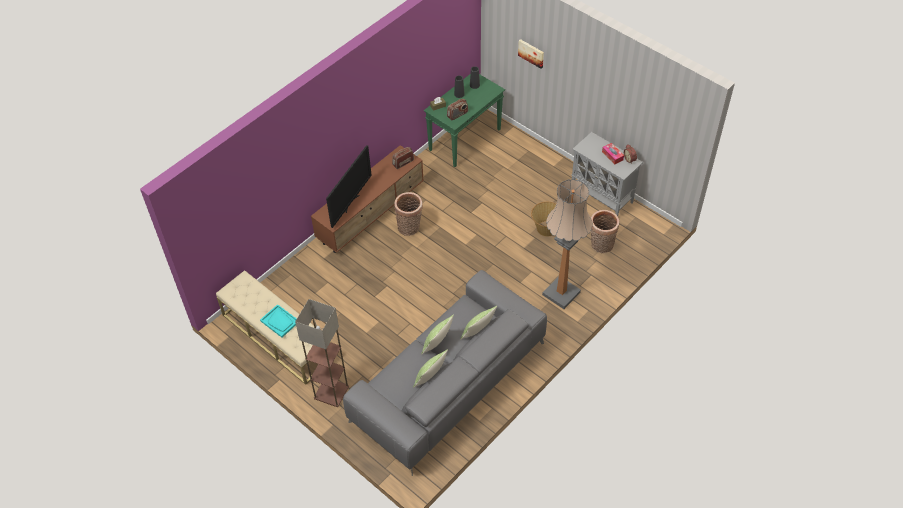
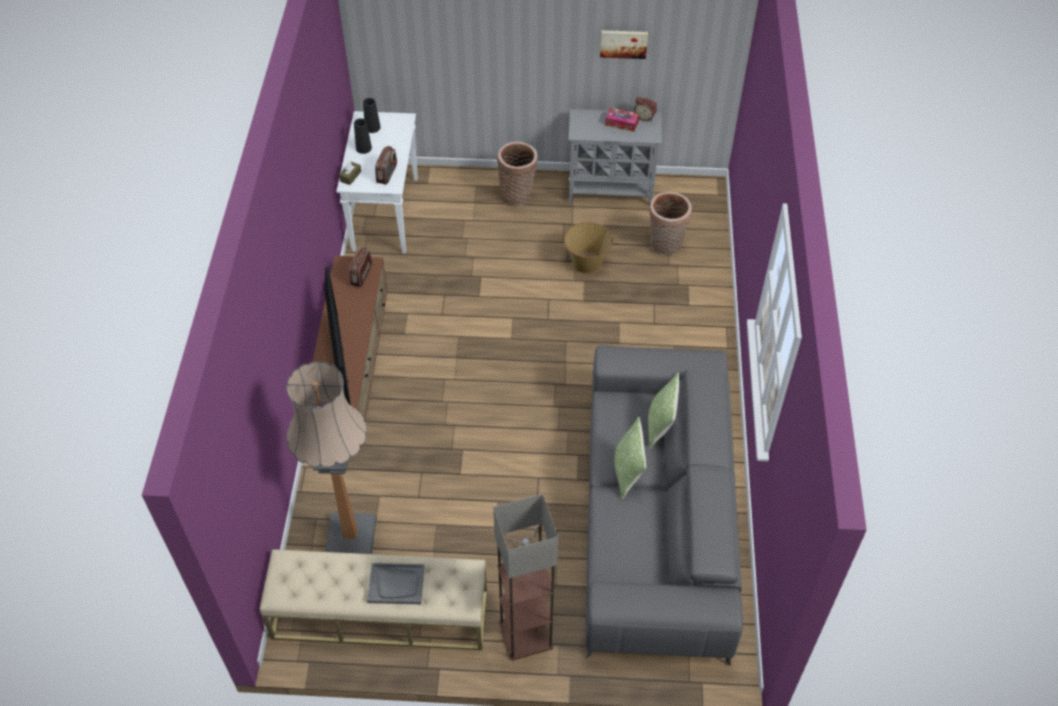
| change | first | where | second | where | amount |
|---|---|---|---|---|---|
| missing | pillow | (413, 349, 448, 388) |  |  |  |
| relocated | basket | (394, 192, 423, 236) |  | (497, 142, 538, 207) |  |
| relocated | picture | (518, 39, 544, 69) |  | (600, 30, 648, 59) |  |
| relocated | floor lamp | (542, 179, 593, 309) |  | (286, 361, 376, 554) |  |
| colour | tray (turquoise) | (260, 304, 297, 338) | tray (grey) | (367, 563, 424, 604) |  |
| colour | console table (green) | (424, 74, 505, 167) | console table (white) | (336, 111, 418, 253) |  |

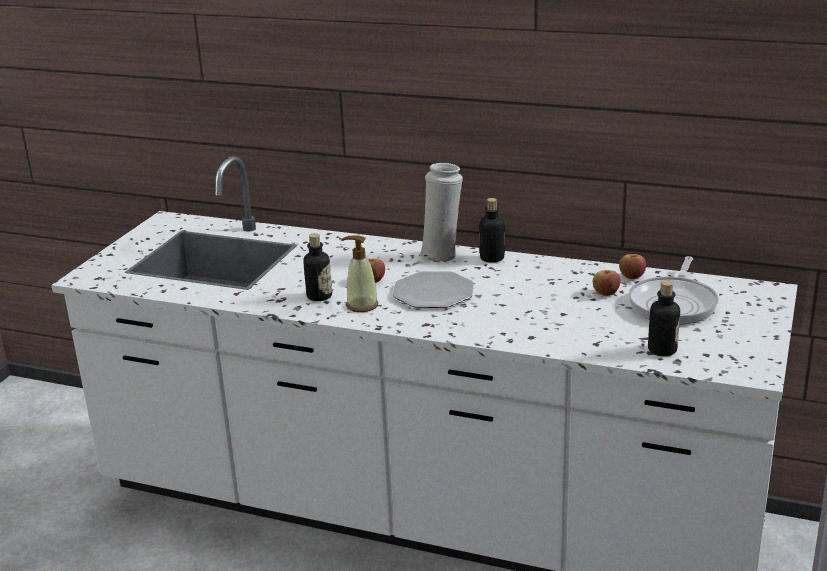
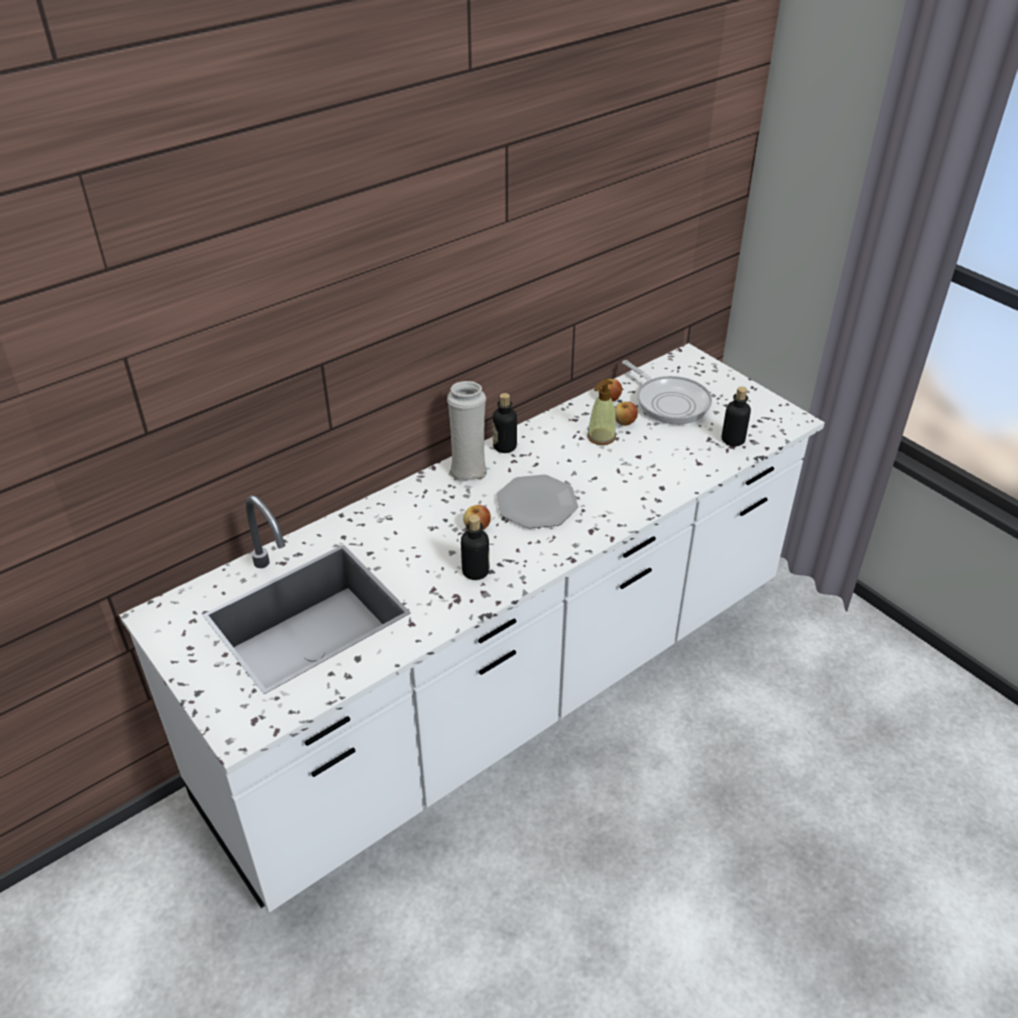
| change | first | where | second | where | amount |
|---|---|---|---|---|---|
| relocated | soap dispenser | (341, 236, 378, 312) |  | (587, 379, 616, 445) |  |

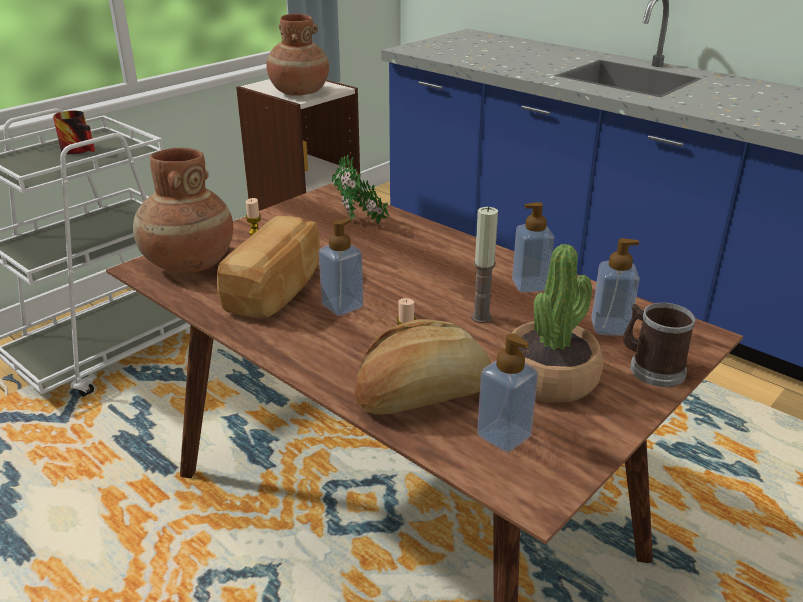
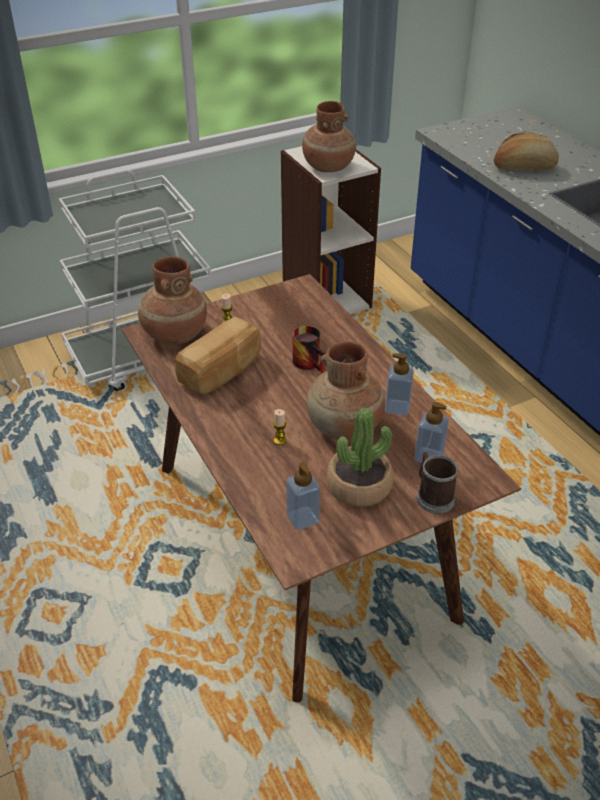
| change | first | where | second | where | amount |
|---|---|---|---|---|---|
| missing | soap dispenser | (319, 218, 364, 316) |  |  |  |
| missing | potted plant | (332, 154, 389, 224) |  |  |  |
| relocated | mug | (53, 111, 95, 154) |  | (293, 326, 324, 373) |  |
| relocated | bread | (354, 319, 491, 415) |  | (494, 132, 559, 170) |  |
| exchanged | candle | (471, 207, 498, 323) | vase (brown) | (307, 341, 385, 440) |  |

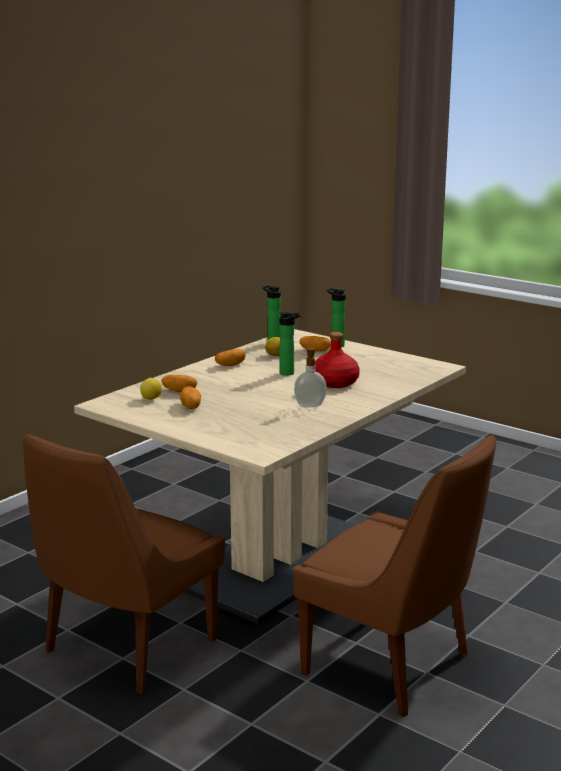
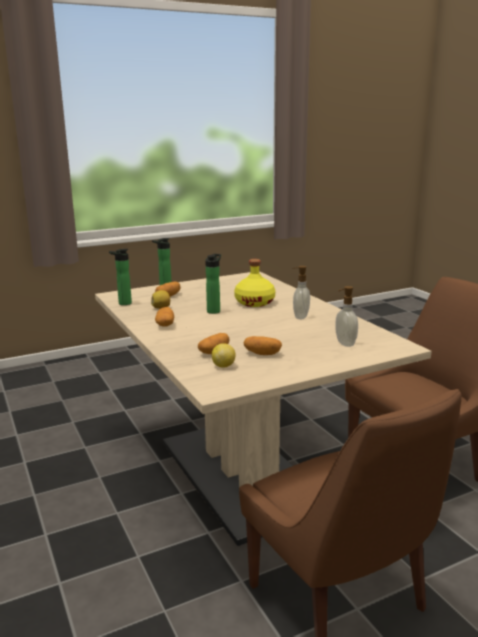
| change | first | where | second | where | amount |
|---|---|---|---|---|---|
| appeared |  |  | soap dispenser | (335, 286, 358, 347) |  |
| colour | bottle (red) | (315, 332, 360, 388) | bottle (yellow) | (234, 259, 275, 307) |  |

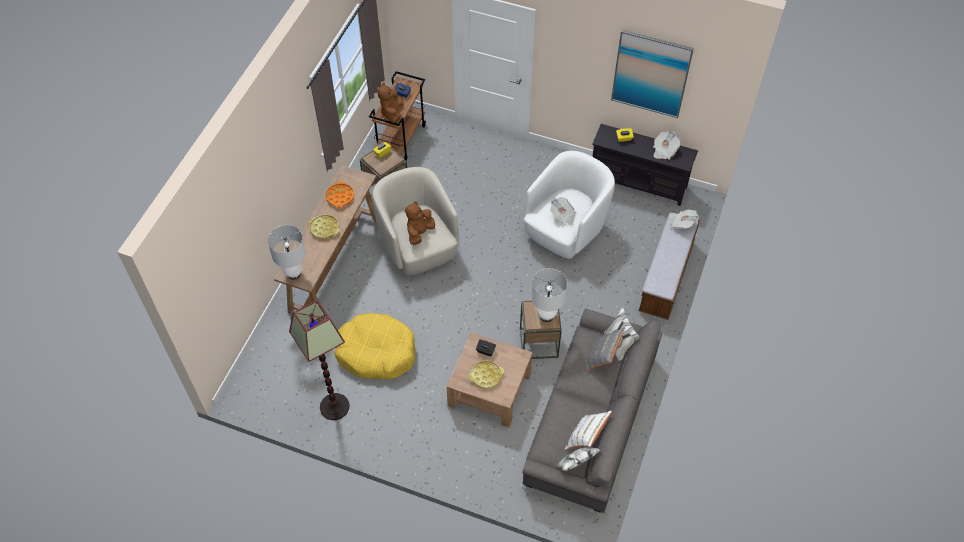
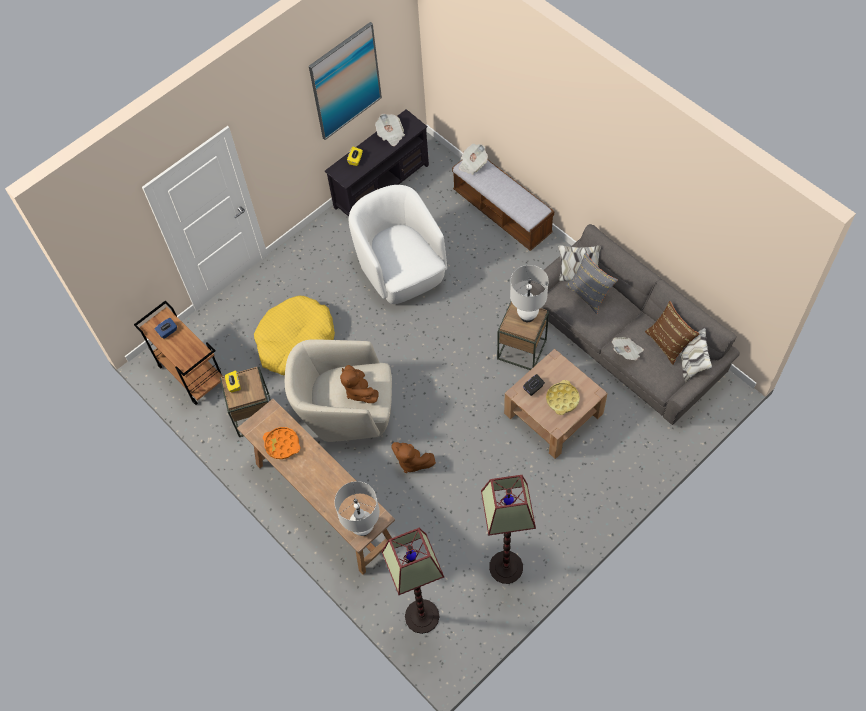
| change | first | where | second | where | amount |
|---|---|---|---|---|---|
| missing | tray (yellow) | (309, 214, 340, 239) |  |  |  |
| appeared |  |  | floor lamp | (381, 528, 444, 634) |  |
| relocated | dog bed (yellow) | (334, 313, 415, 380) |  | (254, 296, 335, 376) |  |
| relocated | plush toy (brown) | (377, 82, 404, 123) |  | (392, 442, 436, 473) |  |
| relocated | newspaper | (550, 197, 576, 225) |  | (612, 337, 644, 360) |  |
| colour | pillow (white) | (565, 411, 612, 450) | pillow (brown) | (645, 301, 699, 365) |  |

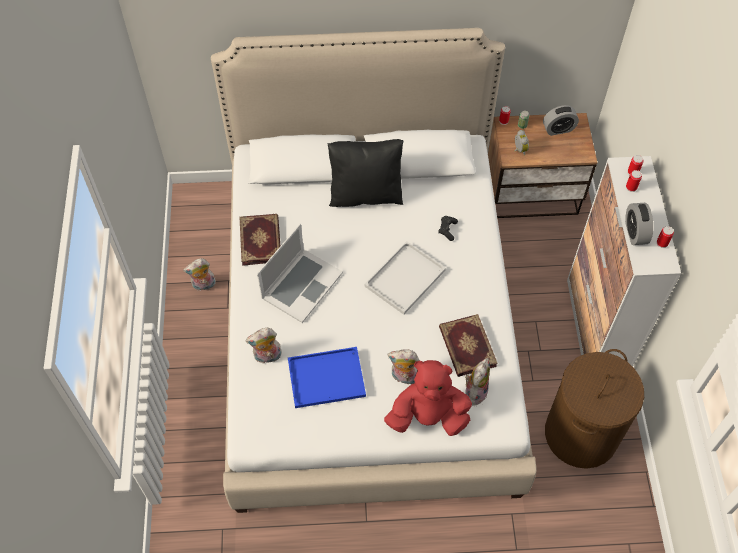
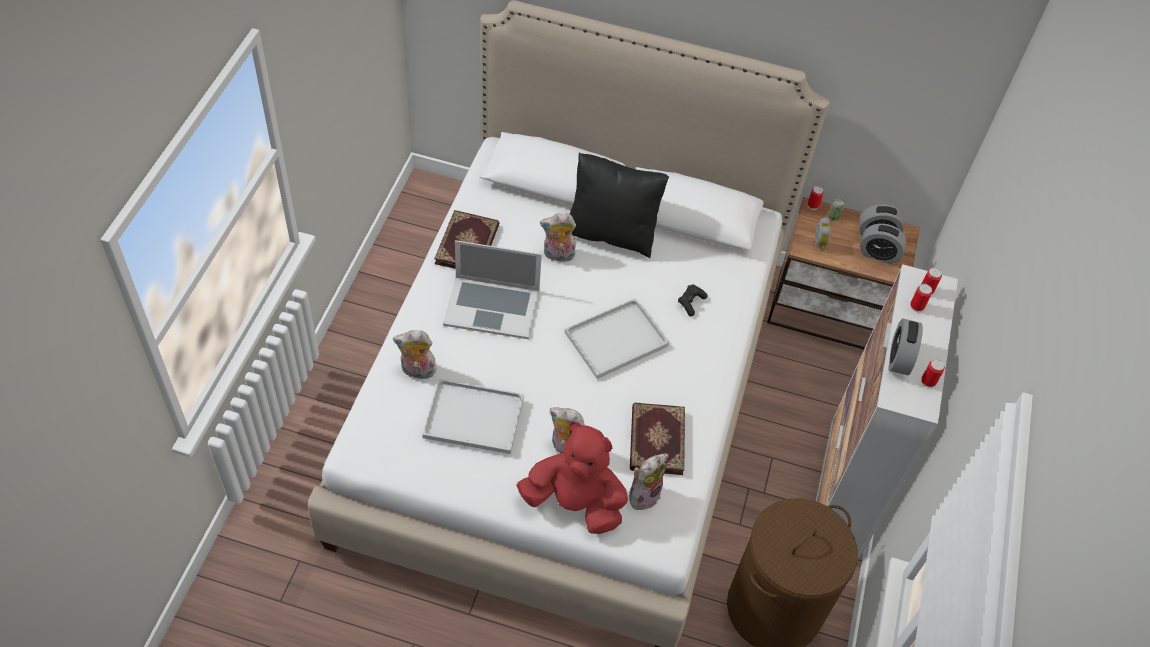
| change | first | where | second | where | amount |
|---|---|---|---|---|---|
| appeared |  |  | alarm clock | (860, 224, 907, 264) |  |
| relocated | plush toy | (183, 258, 216, 291) |  | (540, 213, 576, 262) |  |
| colour | tray (blue) | (288, 347, 366, 408) | tray (white) | (422, 379, 524, 454) |  |
| spun | laptop | (257, 224, 343, 323) |  | (443, 240, 542, 339) | 45 degrees clockwise |

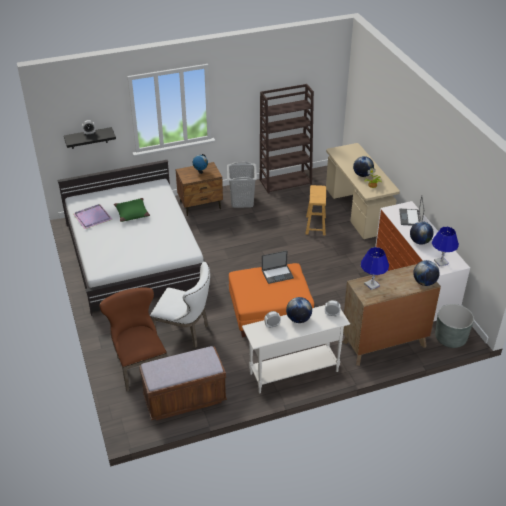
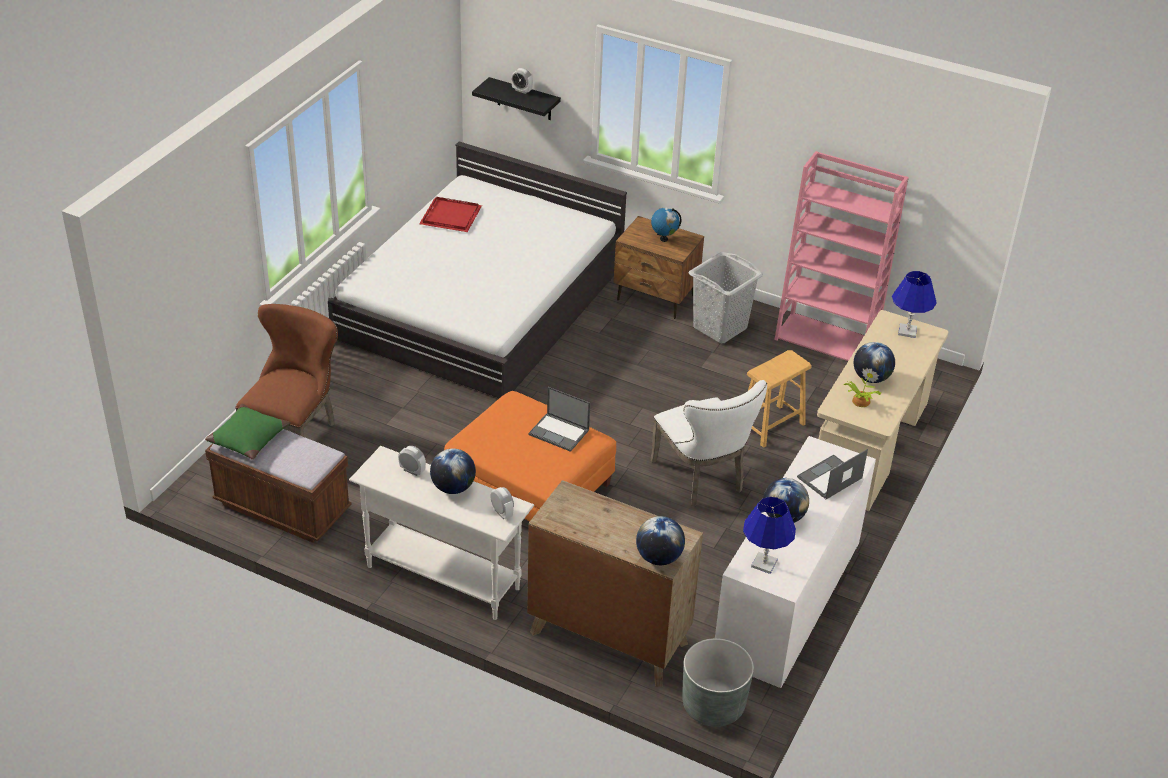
| change | first | where | second | where | amount |
|---|---|---|---|---|---|
| relocated | pillow (green) | (114, 198, 150, 222) |  | (205, 403, 291, 460) |  |
| relocated | chair (white) | (150, 262, 210, 348) |  | (650, 380, 767, 506) |  |
| relocated | table lamp (blue) | (361, 247, 389, 290) |  | (892, 271, 937, 338) |  |
| colour | tray (purple) | (73, 204, 112, 229) | tray (red) | (419, 197, 482, 232) |  |
| colour | bookcase (brown) | (260, 84, 314, 193) | bookcase (pink) | (774, 151, 909, 361) |  |

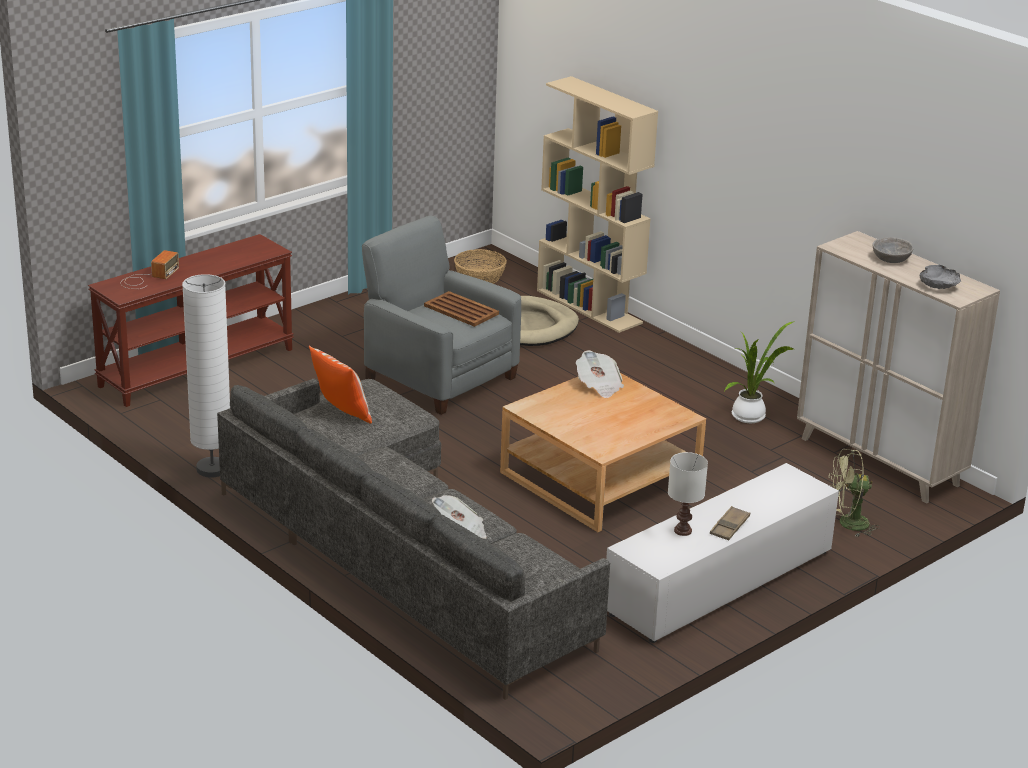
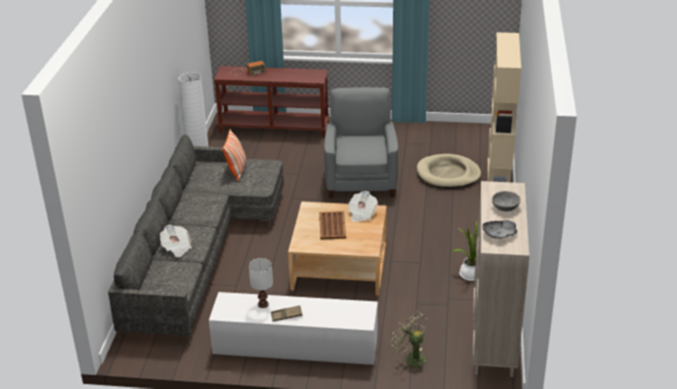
| change | first | where | second | where | amount |
|---|---|---|---|---|---|
| missing | basket | (454, 249, 507, 284) |  |  |  |
| relocated | tray (brown) | (424, 291, 499, 327) |  | (319, 211, 346, 240) |  |

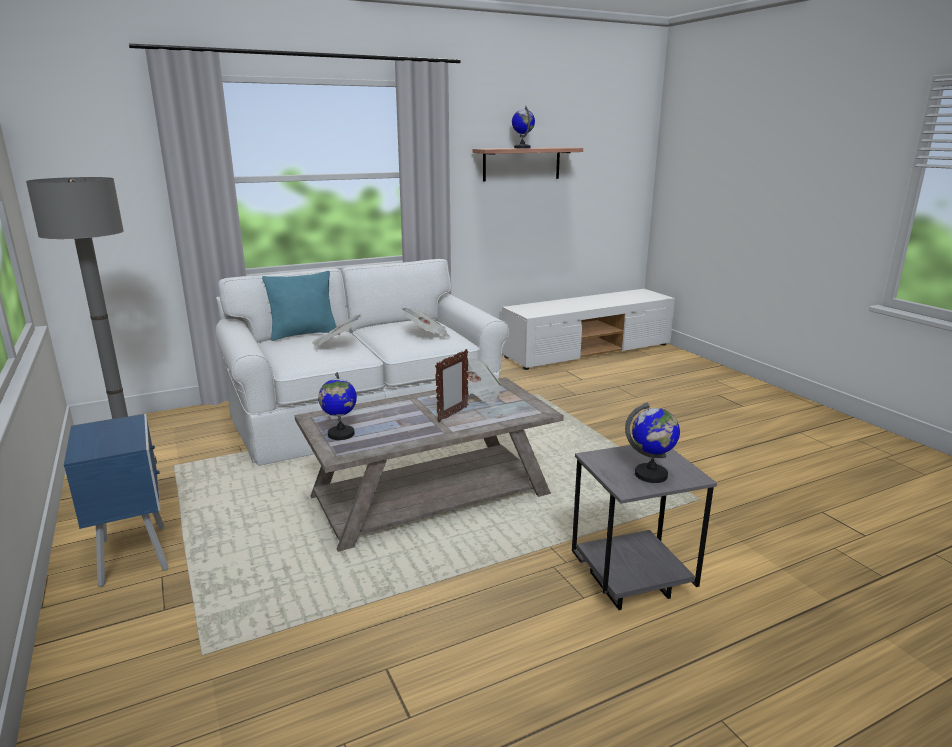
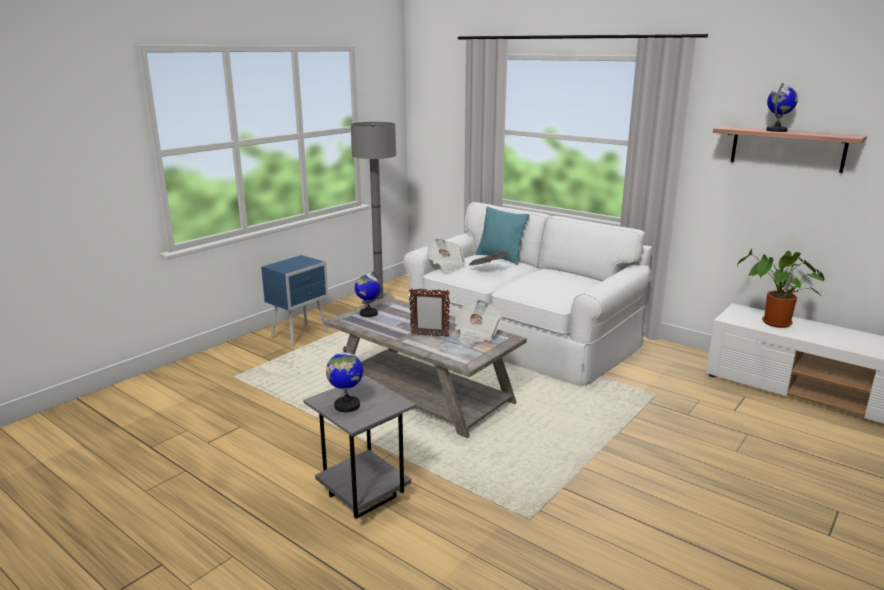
| change | first | where | second | where | amount |
|---|---|---|---|---|---|
| appeared |  |  | potted plant | (737, 249, 824, 328) |  |
| relocated | newspaper | (401, 307, 450, 337) |  | (427, 238, 465, 272) |  |

